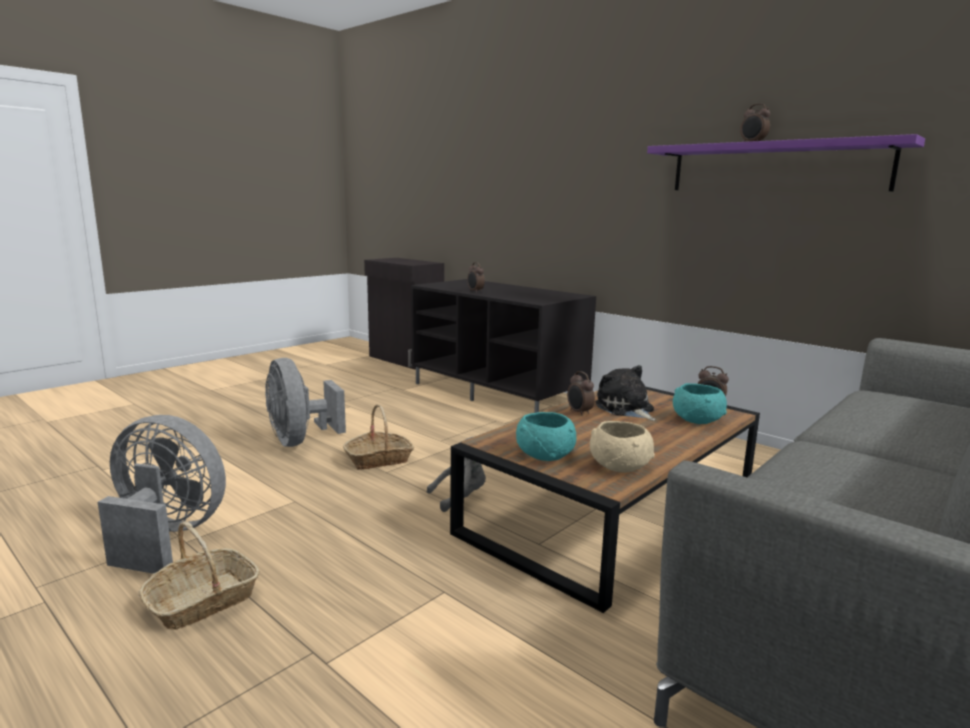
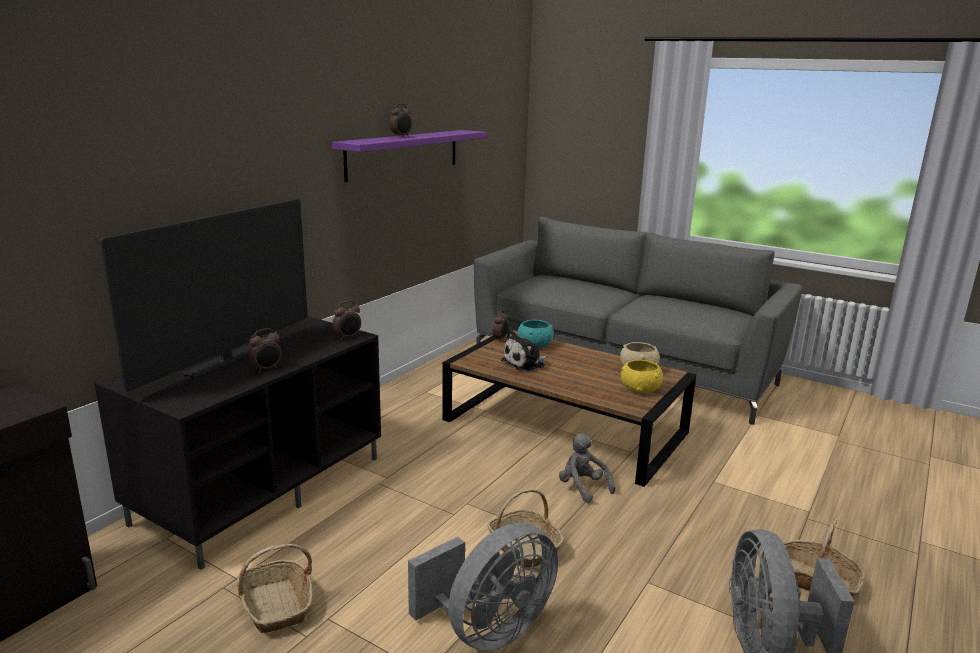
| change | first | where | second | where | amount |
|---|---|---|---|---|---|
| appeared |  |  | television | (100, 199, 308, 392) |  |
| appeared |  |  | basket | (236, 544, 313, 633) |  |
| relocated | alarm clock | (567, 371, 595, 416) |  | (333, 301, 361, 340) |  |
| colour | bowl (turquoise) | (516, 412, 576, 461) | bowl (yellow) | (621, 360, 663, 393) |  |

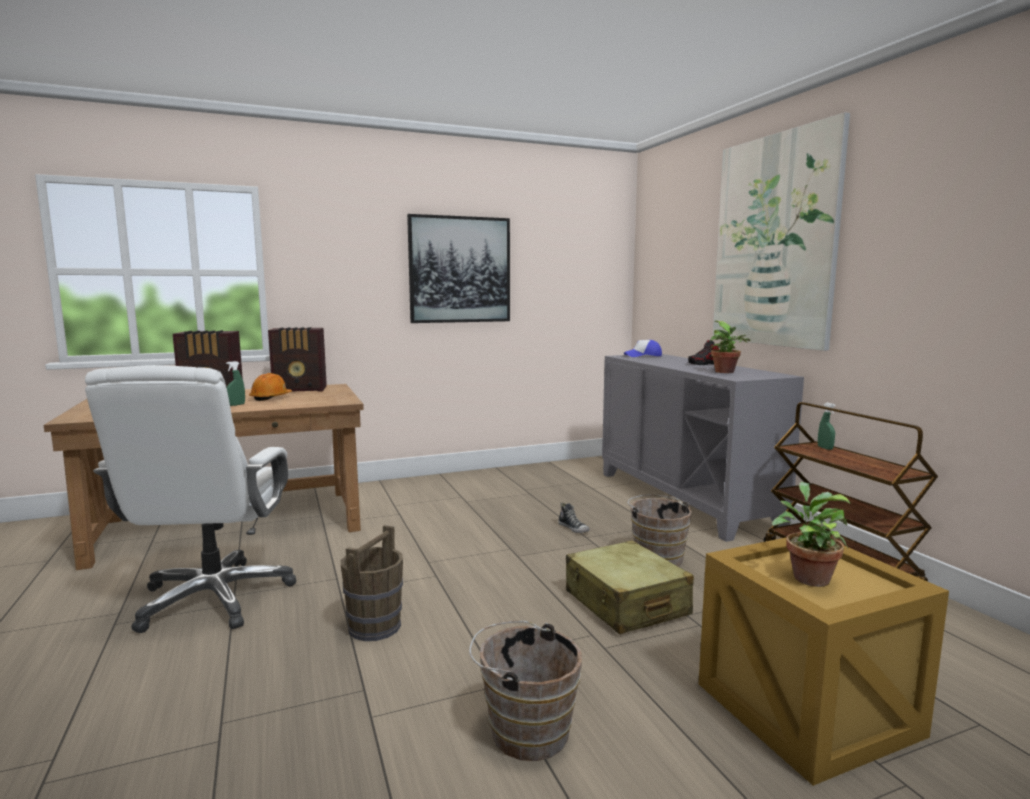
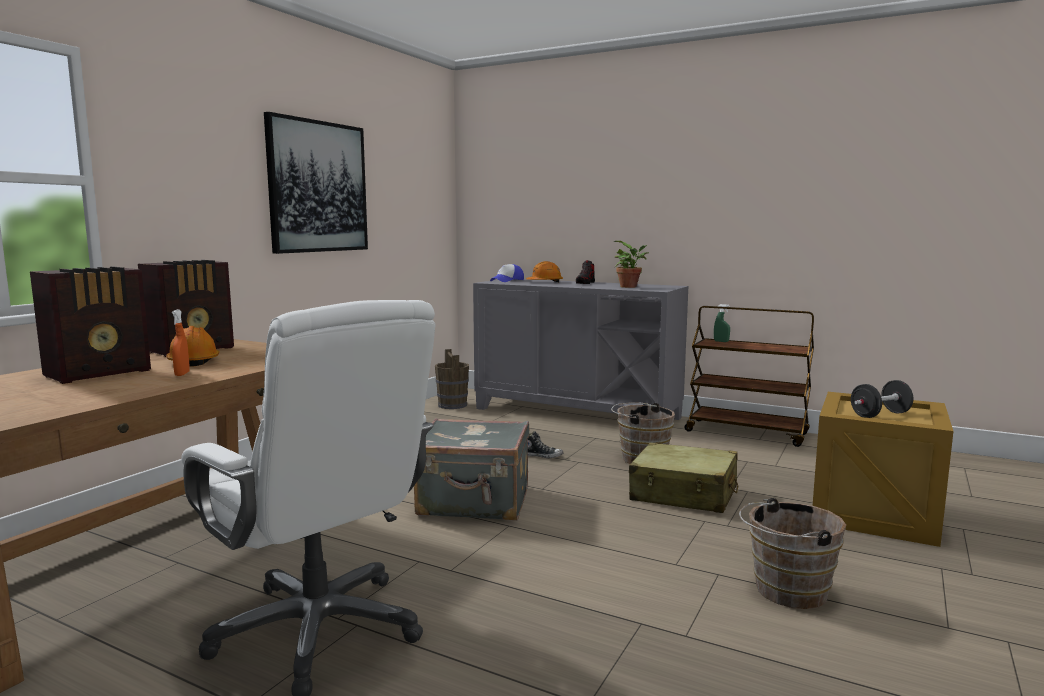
| change | first | where | second | where | amount |
|---|---|---|---|---|---|
| missing | picture | (713, 112, 850, 351) |  |  |  |
| appeared |  |  | suitcase (grey) | (414, 418, 529, 520) |  |
| appeared |  |  | hard hat (orange) | (526, 261, 563, 282) |  |
| relocated | bucket (brown) | (341, 525, 403, 641) |  | (435, 349, 469, 409) |  |
| exchanged | potted plant | (772, 482, 851, 587) | dumbbell (black) | (851, 380, 913, 418) |  |
| colour | spray bottle (green) | (226, 361, 245, 406) | spray bottle (orange) | (172, 309, 189, 376) |  |

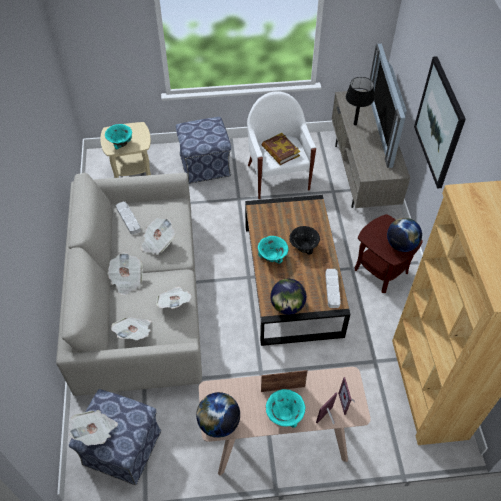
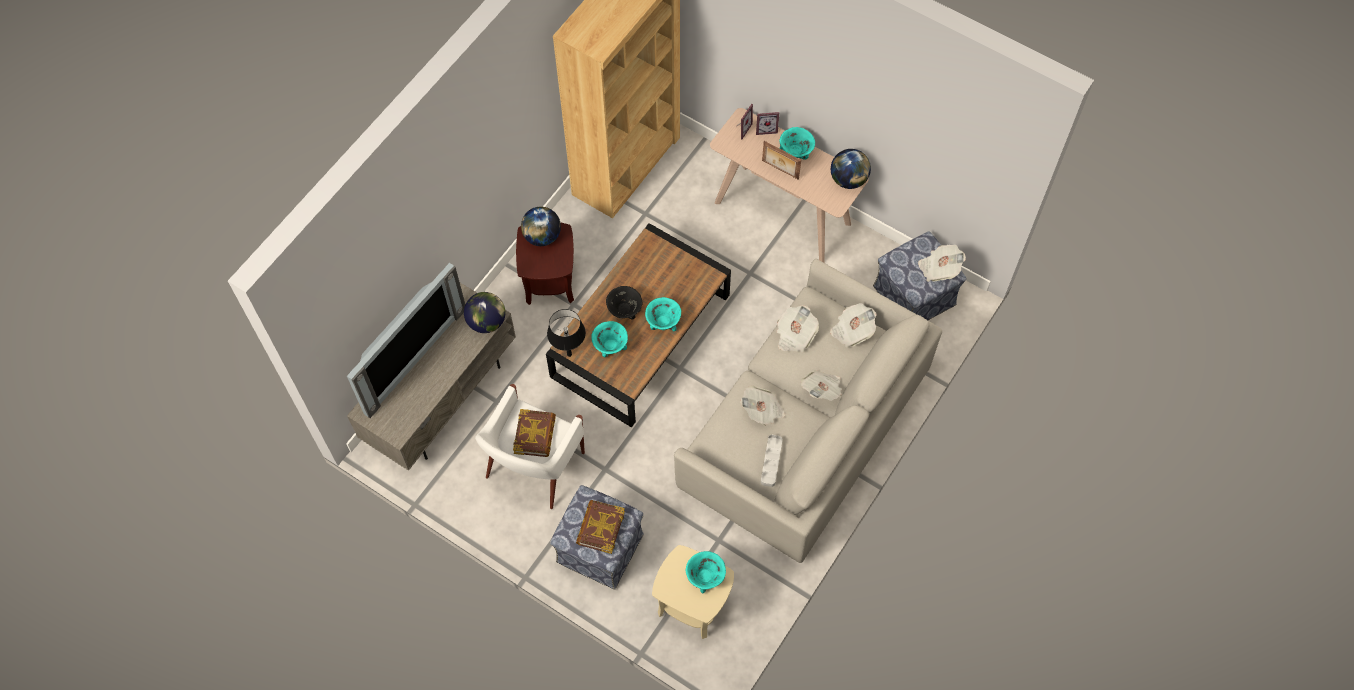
| change | first | where | second | where | amount |
|---|---|---|---|---|---|
| missing | tray (grey) | (325, 269, 341, 308) |  |  |  |
| missing | picture | (414, 56, 466, 189) |  |  |  |
| appeared |  |  | book | (576, 500, 625, 554) |  |
| appeared |  |  | bowl (turquoise) | (591, 321, 628, 357) |  |
| relocated | globe | (270, 279, 306, 315) |  | (464, 292, 505, 333) |  |
| relocated | table lamp (black) | (346, 77, 374, 125) |  | (547, 309, 586, 357) |  |

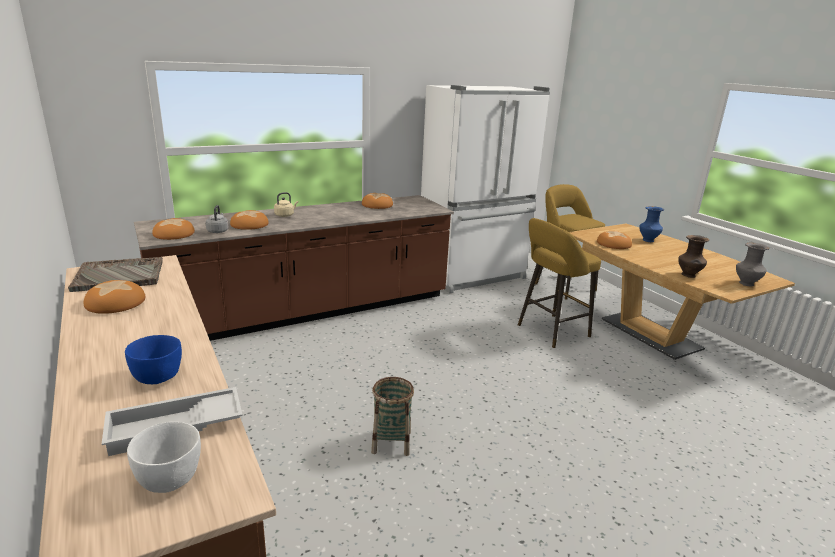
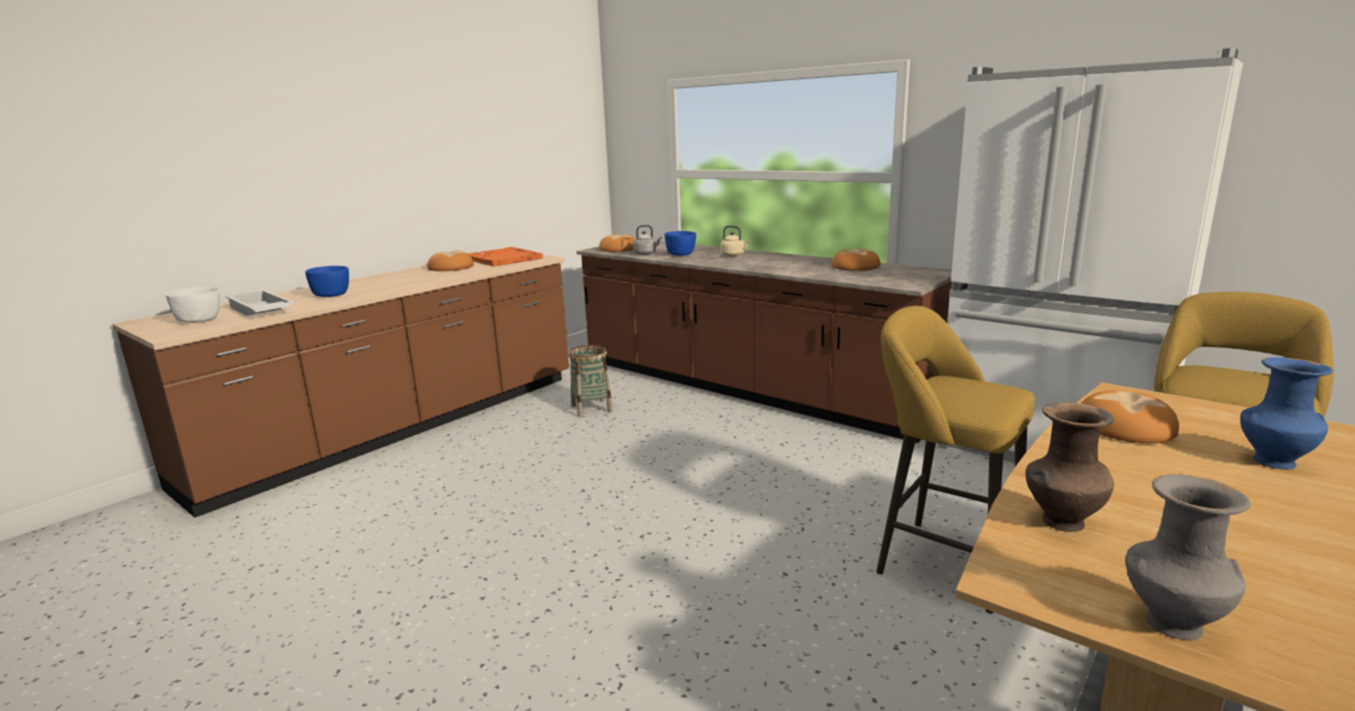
| change | first | where | second | where | amount |
|---|---|---|---|---|---|
| relocated | basket | (371, 377, 414, 456) |  | (568, 345, 613, 417) |  |
| exchanged | bread | (230, 210, 269, 230) | bowl (blue) | (664, 231, 696, 256) |  |
| colour | tray (grey) | (68, 257, 163, 292) | tray (orange) | (469, 247, 543, 266) |  |

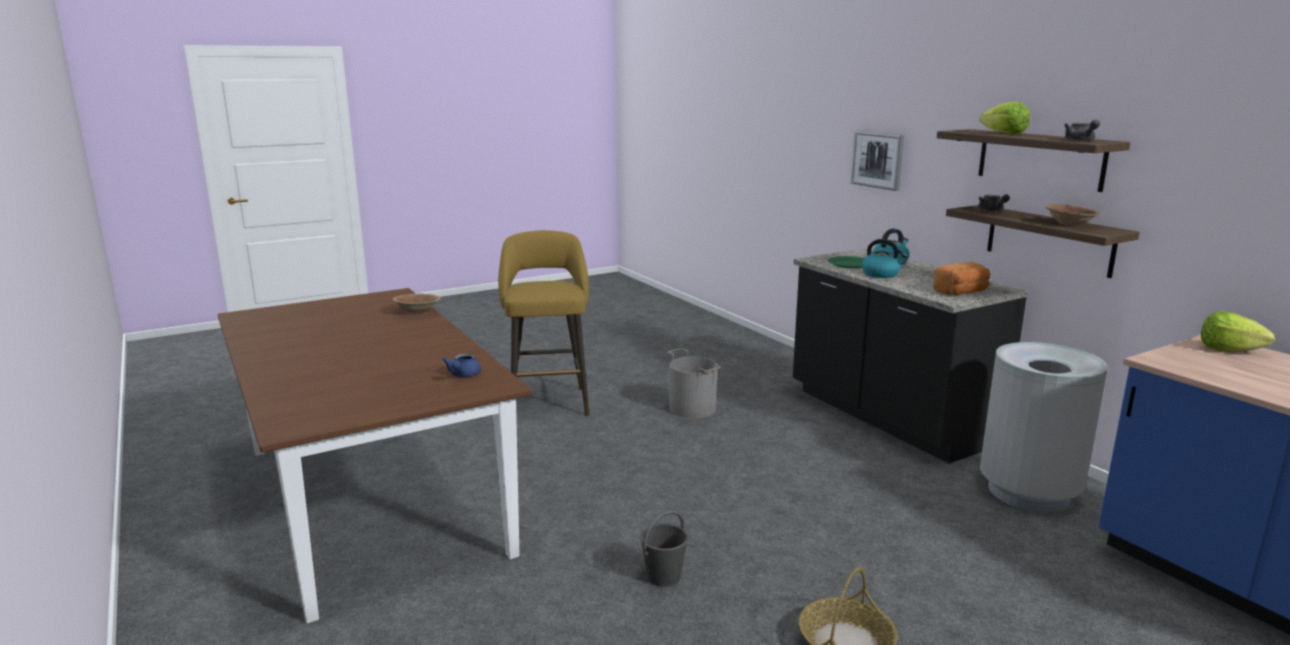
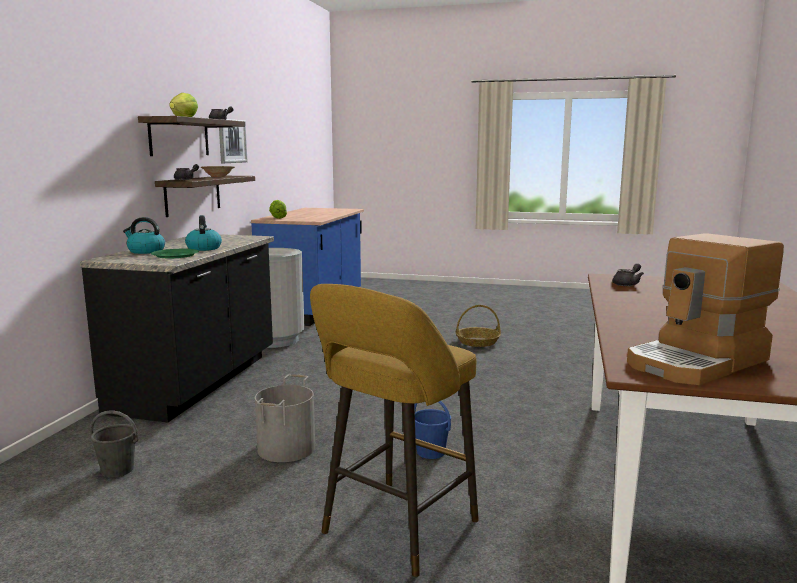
| change | first | where | second | where | amount |
|---|---|---|---|---|---|
| missing | bowl (brown) | (393, 293, 441, 314) |  |  |  |
| missing | bread | (933, 262, 991, 295) |  |  |  |
| appeared |  |  | bucket (blue) | (414, 401, 451, 459) |  |
| appeared |  |  | coffee machine | (627, 233, 784, 385) |  |
| relocated | bucket (grey) | (640, 510, 688, 587) |  | (90, 410, 138, 478) |  |
| relocated | picture | (851, 131, 904, 191) |  | (219, 119, 247, 163) |  |
| colour | teapot (blue) | (442, 353, 481, 377) | teapot (grey) | (612, 263, 644, 286) |  |

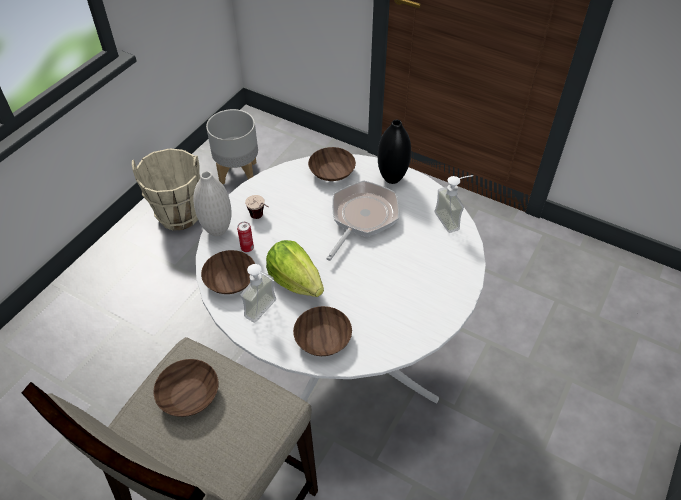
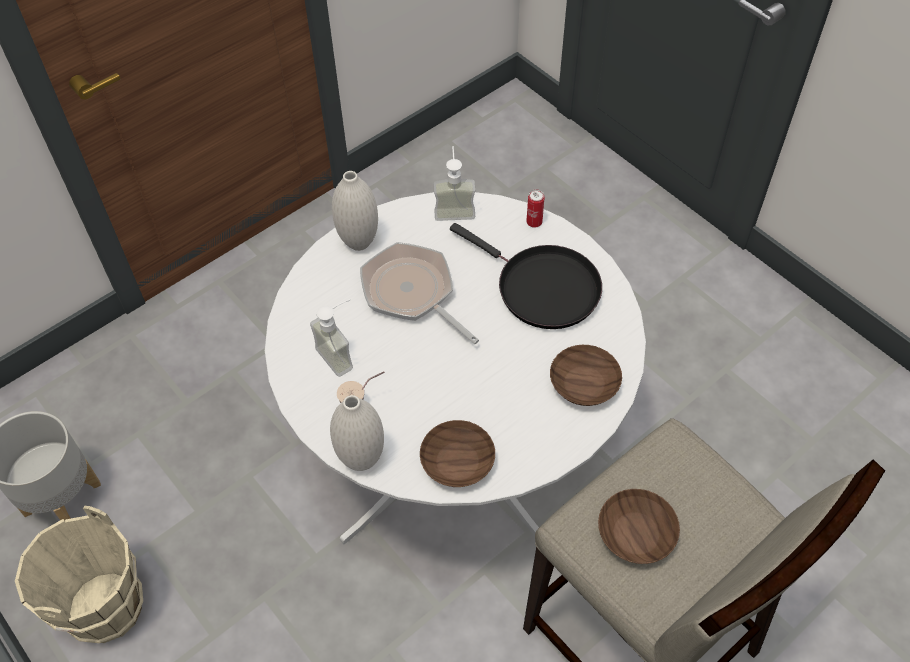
| change | first | where | second | where | amount |
|---|---|---|---|---|---|
| missing | lettuce | (266, 240, 324, 297) |  |  |  |
| missing | bowl (brown) | (308, 147, 356, 181) |  |  |  |
| appeared |  |  | frying pan (black) | (450, 223, 602, 329) |  |
| relocated | can | (237, 222, 254, 252) |  | (526, 189, 544, 228) |  |
| relocated | soap dispenser | (240, 264, 276, 323) |  | (310, 299, 353, 377) |  |
| colour | vase (black) | (378, 120, 411, 184) | vase (white) | (332, 171, 378, 251) |  |

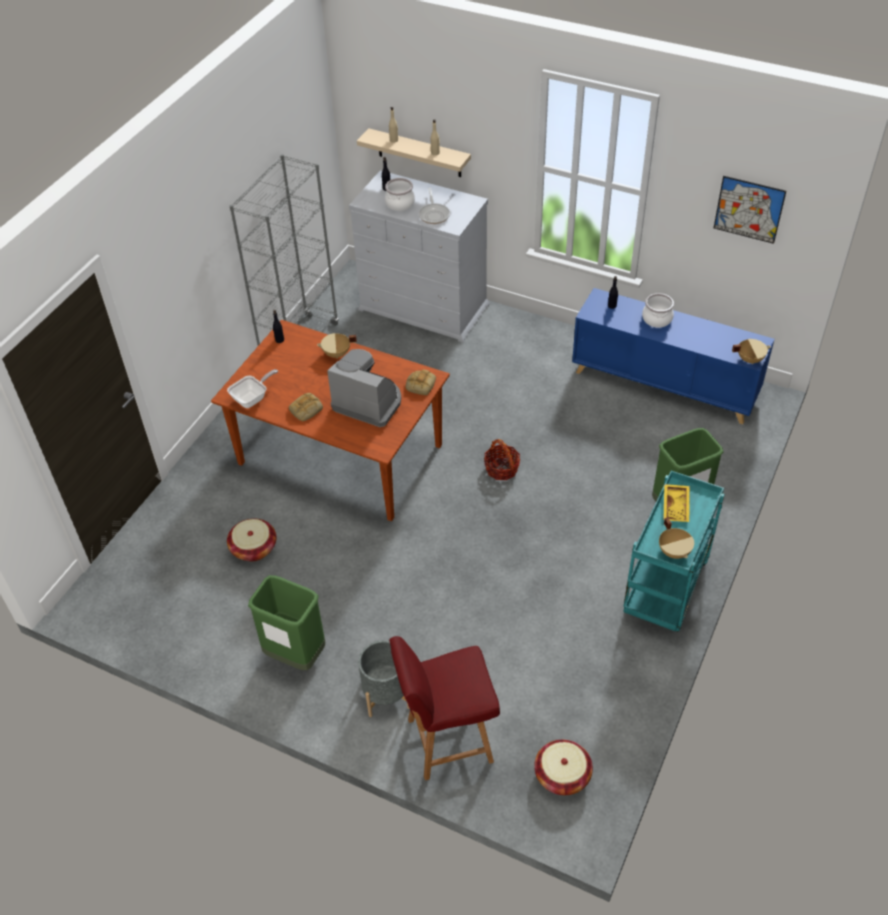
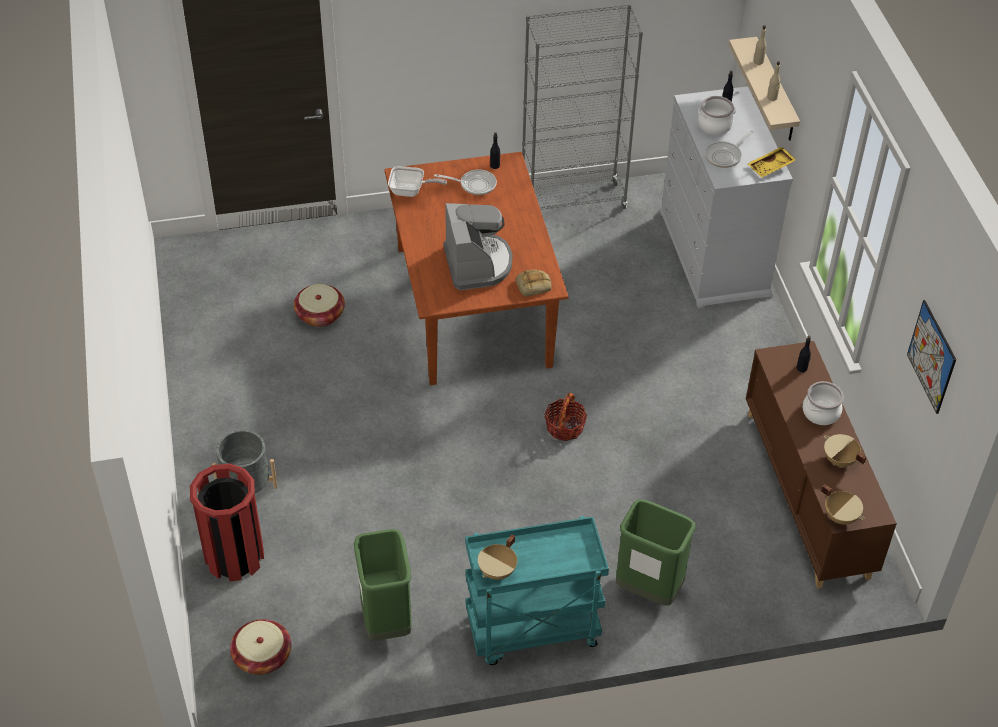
| change | first | where | second | where | amount |
|---|---|---|---|---|---|
| missing | bread | (289, 393, 323, 421) |  |  |  |
| appeared |  |  | frying pan | (434, 169, 497, 195) |  |
| relocated | trash can (green) | (248, 575, 325, 670) |  | (354, 529, 412, 641) |  |
| relocated | cooking pot (beige) | (317, 333, 357, 359) |  | (824, 434, 866, 467) |  |
| relocated | tray (yellow) | (663, 484, 690, 522) |  | (748, 146, 796, 177) |  |
| exchanged | chair (red) | (389, 636, 500, 780) | trash can (red) | (190, 464, 264, 581) |  |
| colour | cabinet (blue) | (572, 288, 775, 424) | cabinet (brown) | (746, 341, 897, 588) |  |

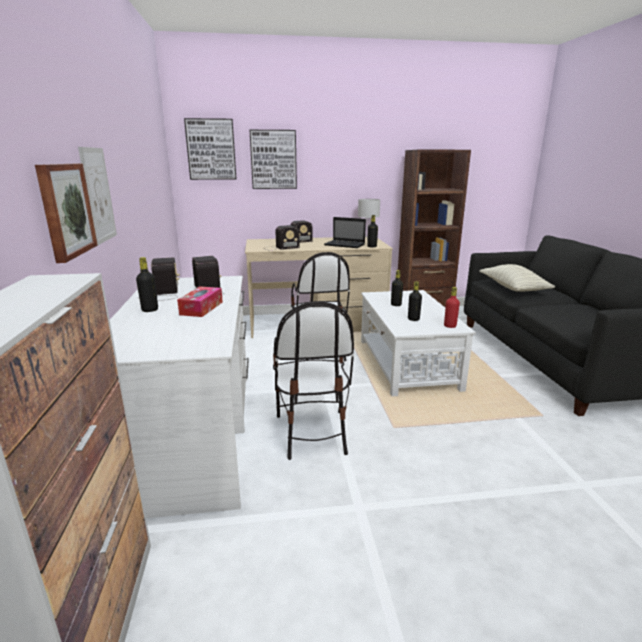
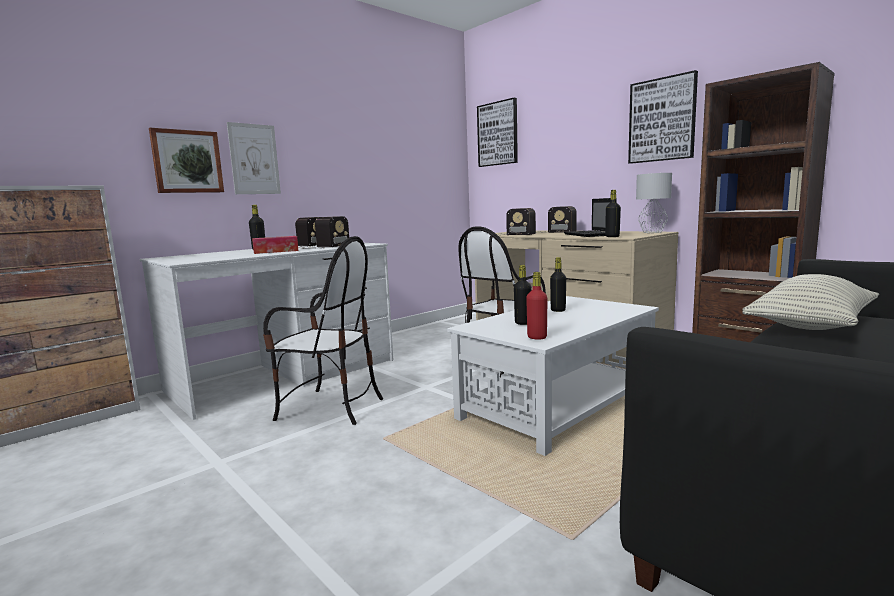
| change | first | where | second | where | amount |
|---|---|---|---|---|---|
| relocated | picture | (250, 130, 297, 189) |  | (628, 70, 698, 164) |  |
| spun | chair | (273, 301, 354, 460) |  | (263, 236, 383, 425) | 120 degrees counterclockwise |

